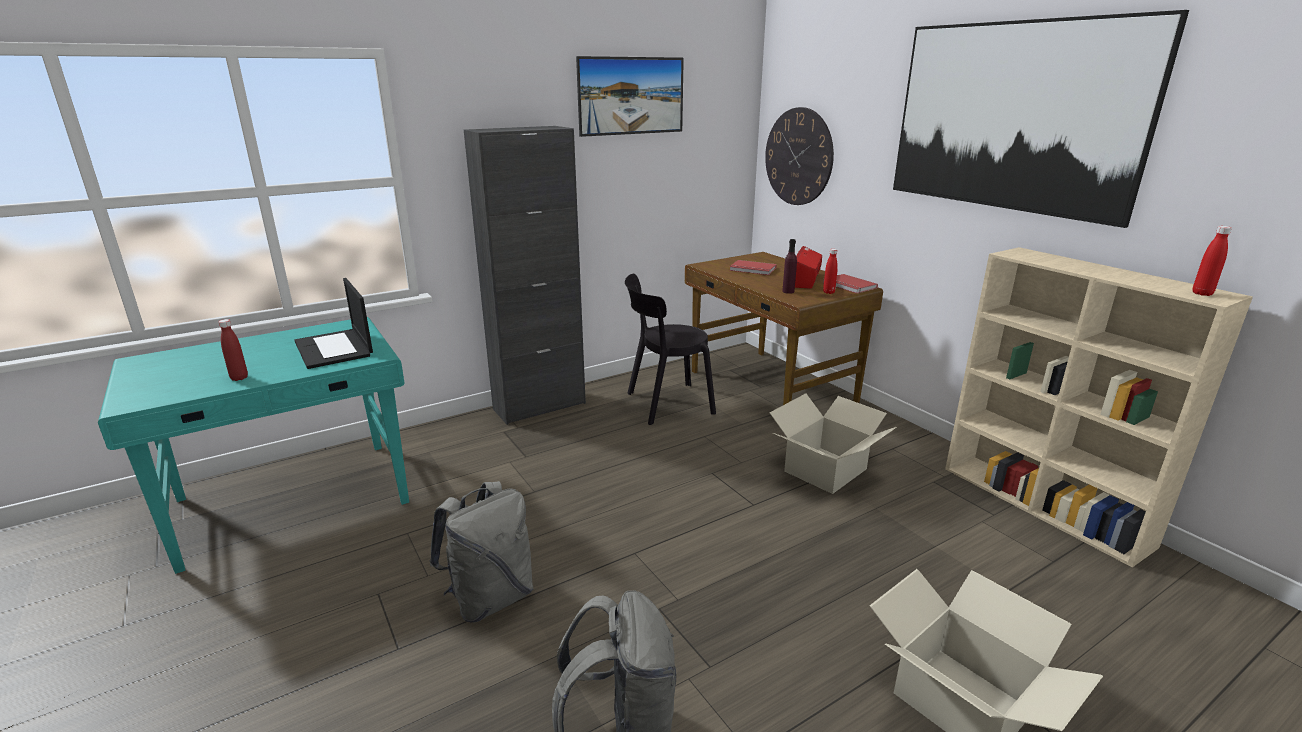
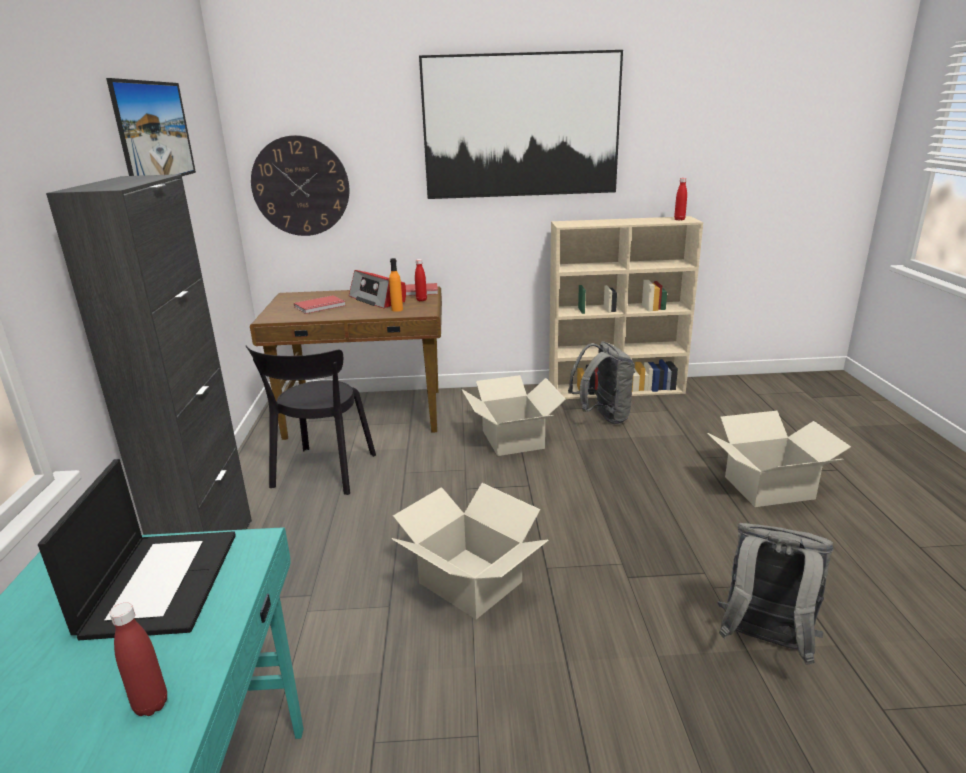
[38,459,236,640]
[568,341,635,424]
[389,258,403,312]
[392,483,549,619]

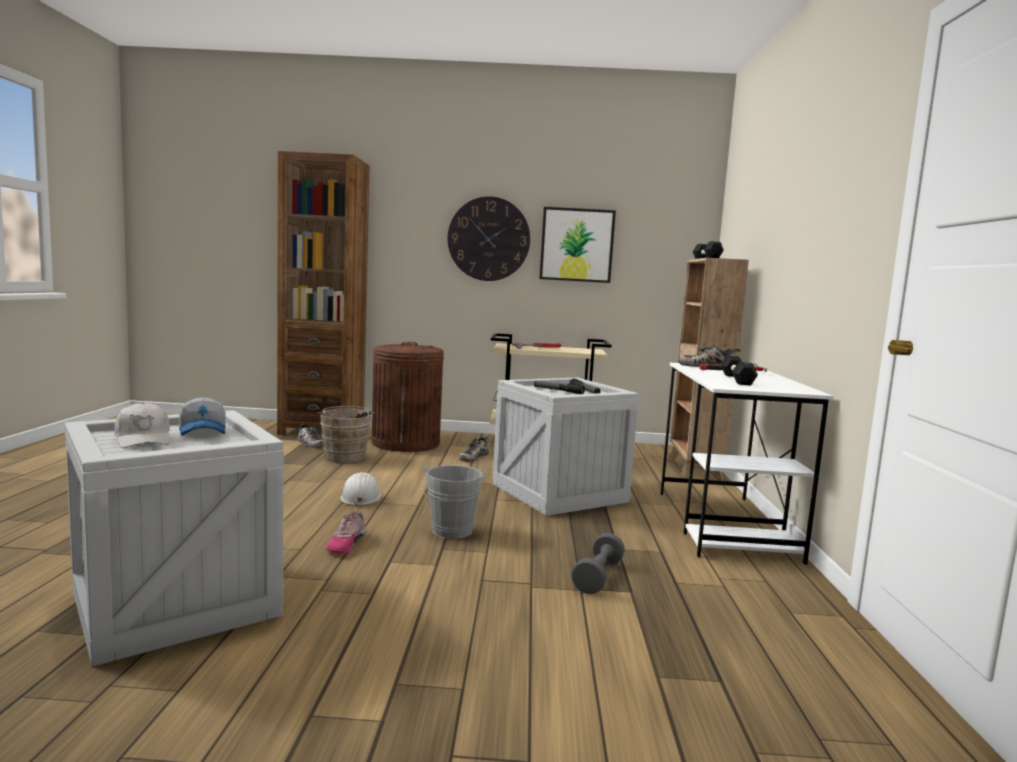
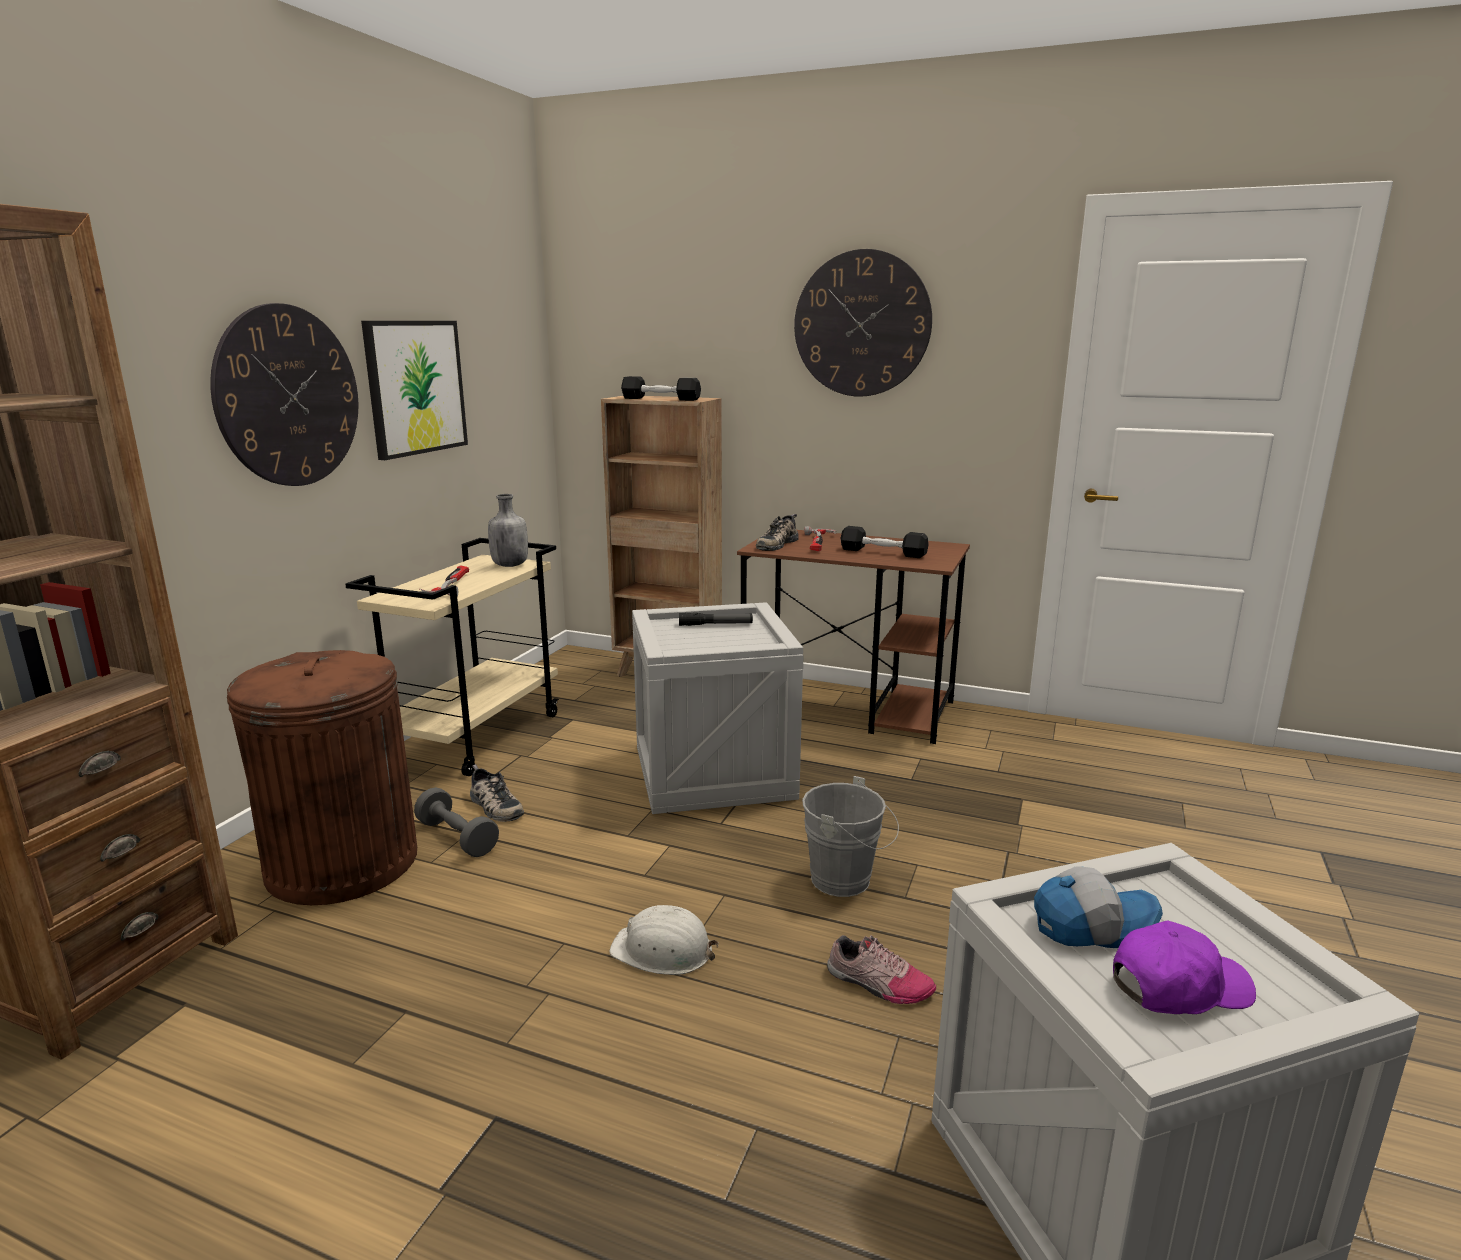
[1113,920,1256,1014]
[298,423,324,448] (first image)
[318,406,375,463] (first image)
[534,380,585,394] (first image)
[414,787,499,857]
[737,530,970,744]
[488,494,528,567]
[794,249,932,397]

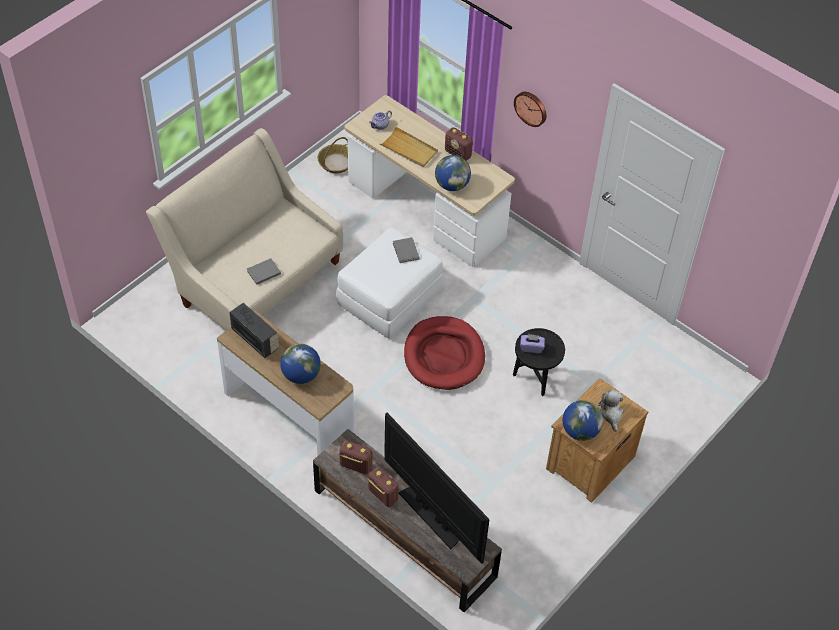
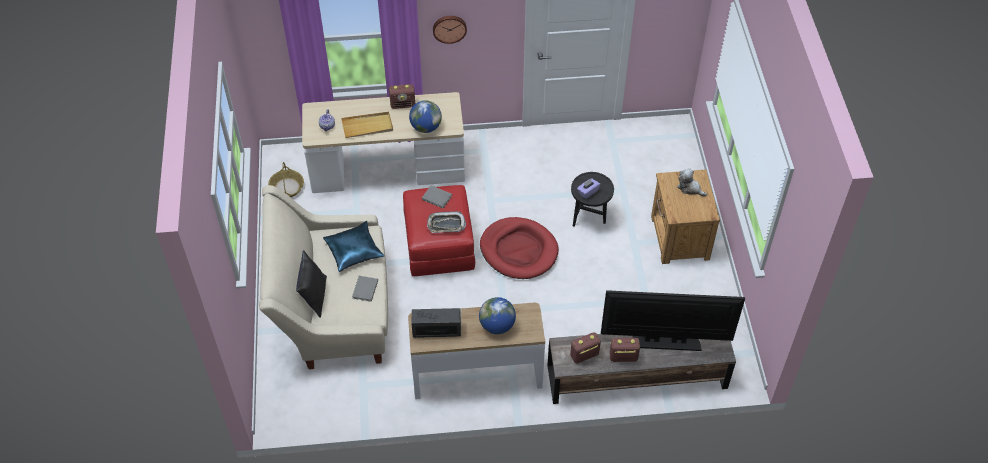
[403,185,475,276]
[563,400,603,441] (first image)
[296,250,327,318]
[323,221,384,272]
[427,211,466,233]

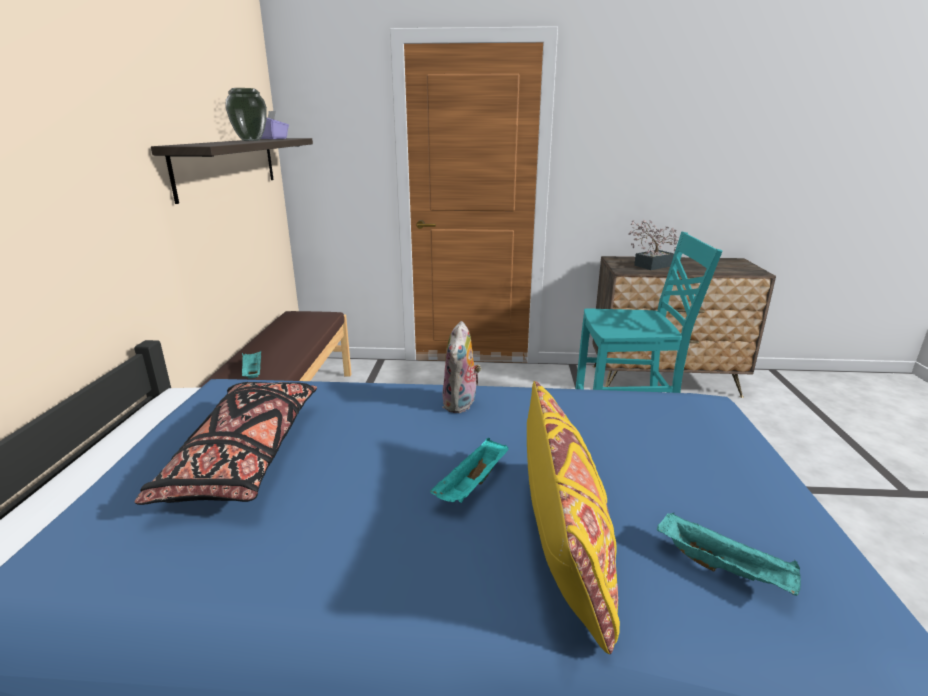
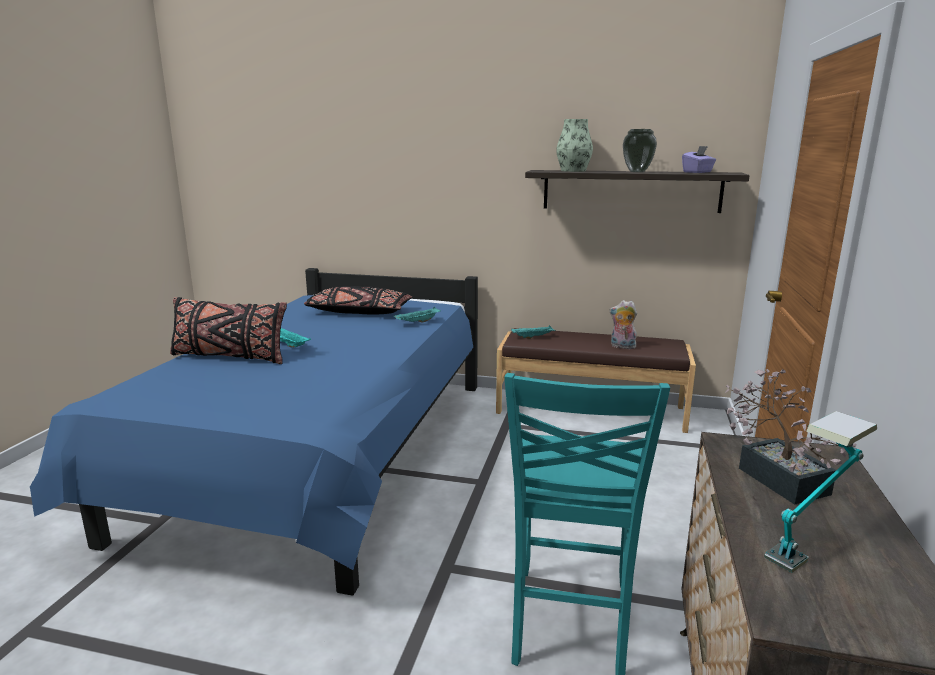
[609,300,637,349]
[170,297,287,364]
[394,307,441,323]
[556,119,593,172]
[764,411,877,573]

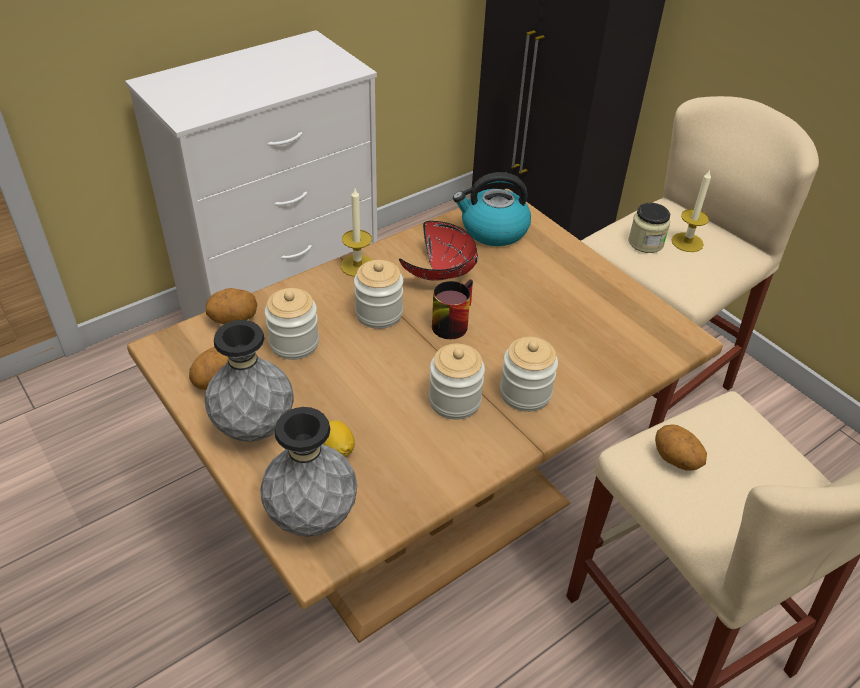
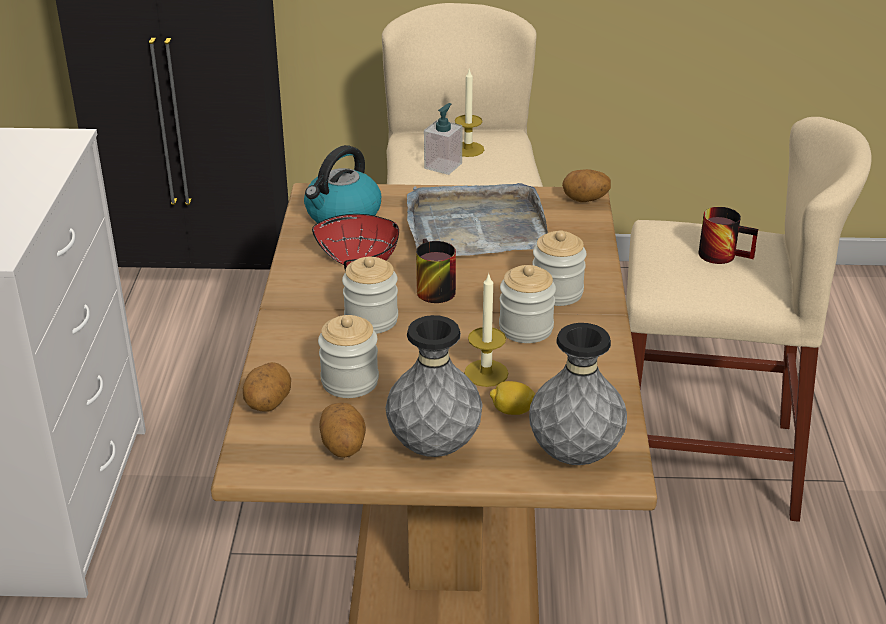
[464,273,508,387]
[424,103,463,175]
[562,169,611,202]
[407,183,548,256]
[698,207,758,264]

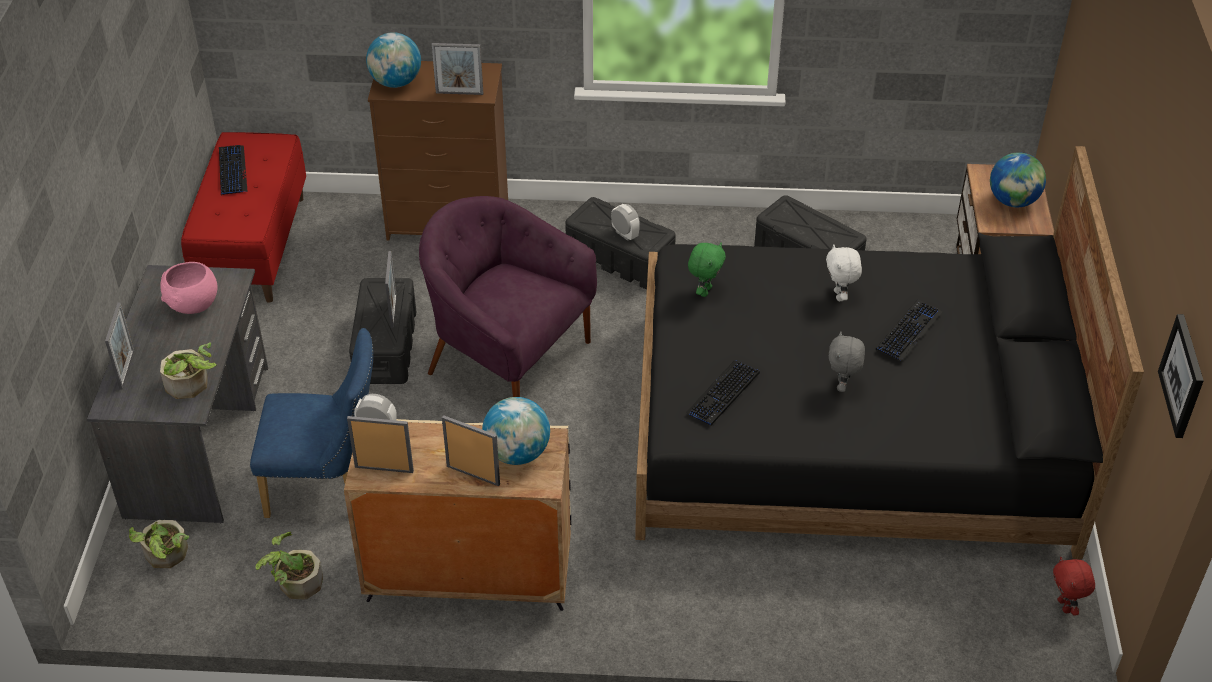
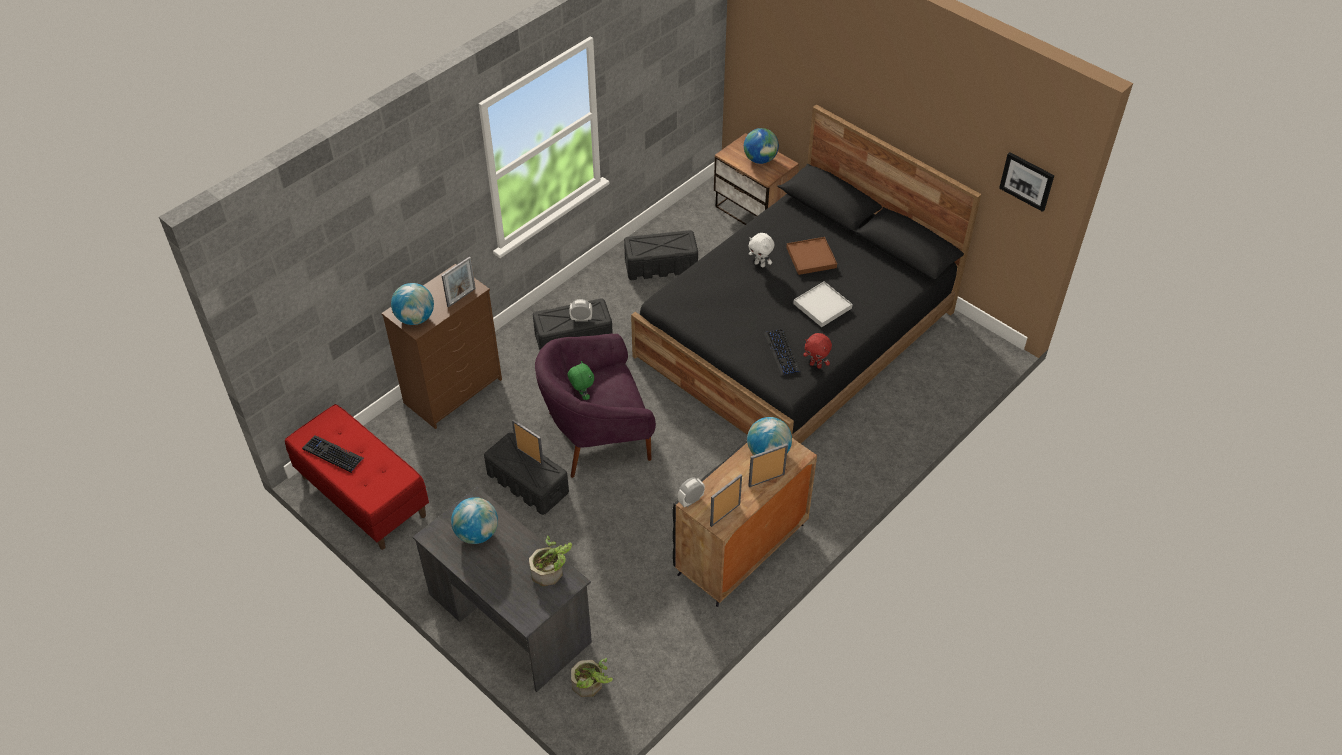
[105,303,134,389] (first image)
[451,497,498,544]
[250,328,373,518] (first image)
[256,532,323,599] (first image)
[672,438,817,607]
[568,361,594,400]
[793,282,852,327]
[786,237,837,275]
[803,333,832,369]

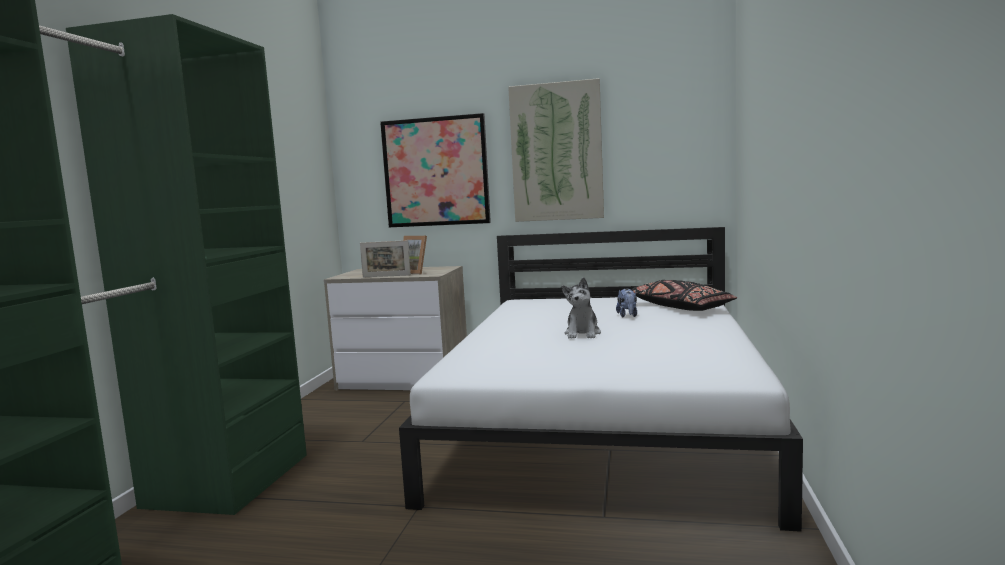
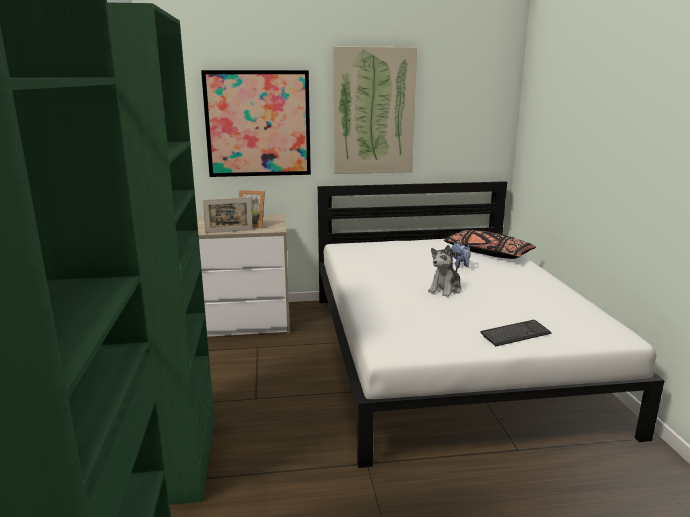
[428,245,462,297]
[480,320,551,346]

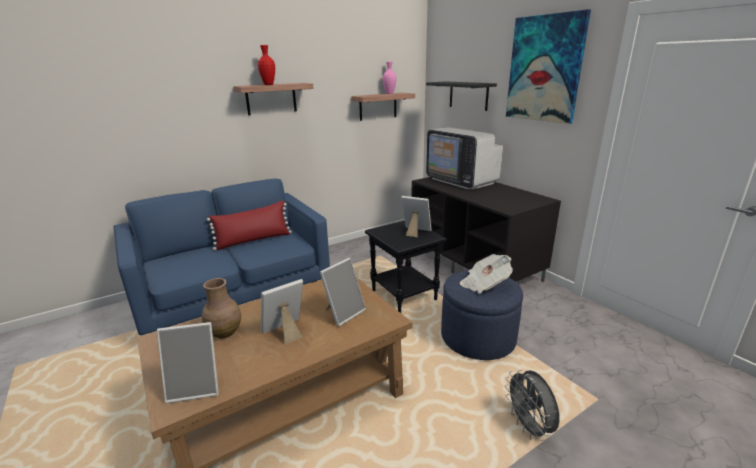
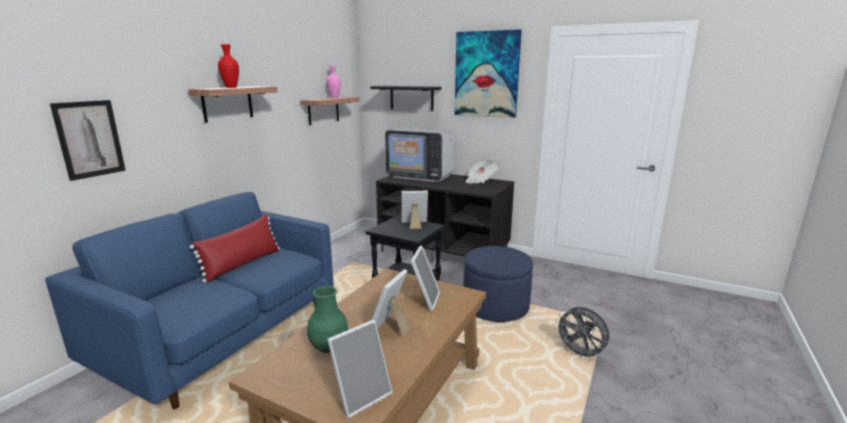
[307,286,348,353]
[465,160,499,183]
[50,100,126,181]

